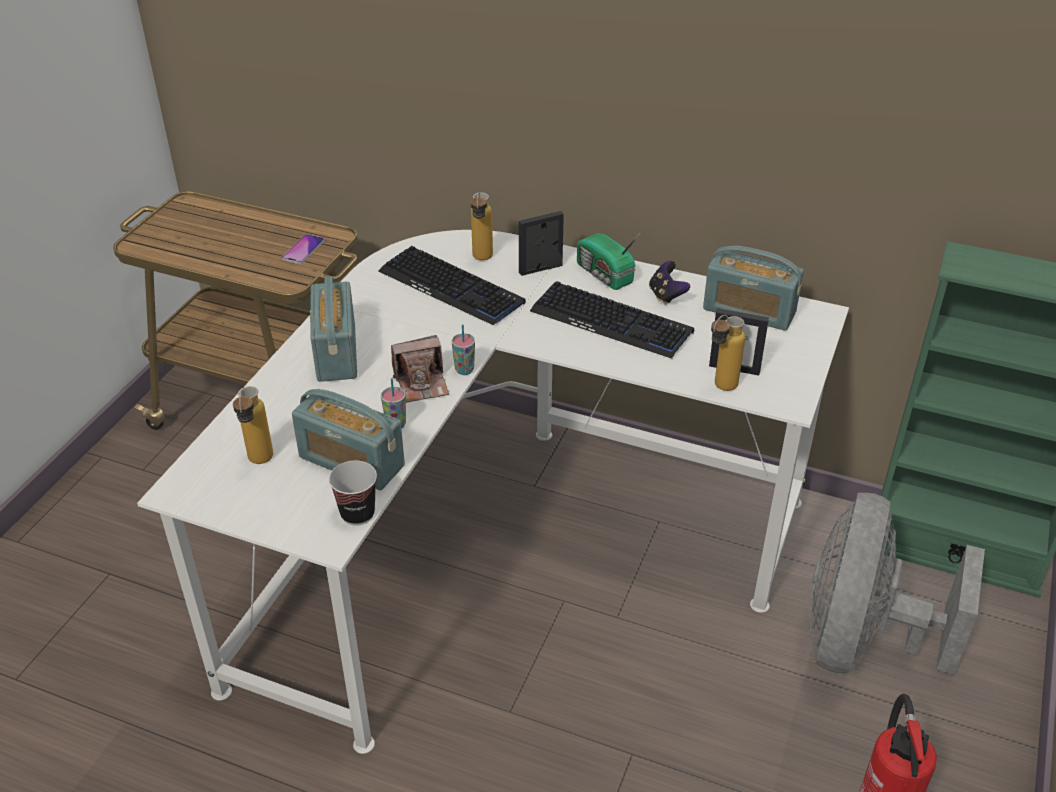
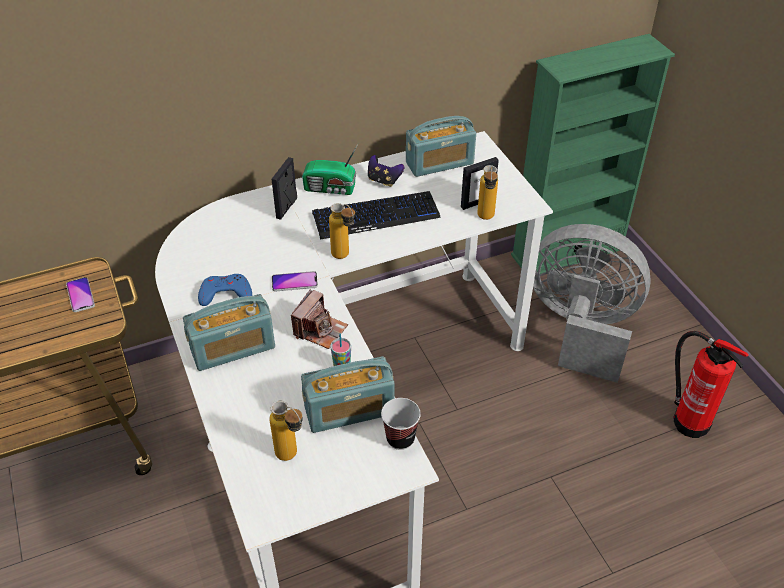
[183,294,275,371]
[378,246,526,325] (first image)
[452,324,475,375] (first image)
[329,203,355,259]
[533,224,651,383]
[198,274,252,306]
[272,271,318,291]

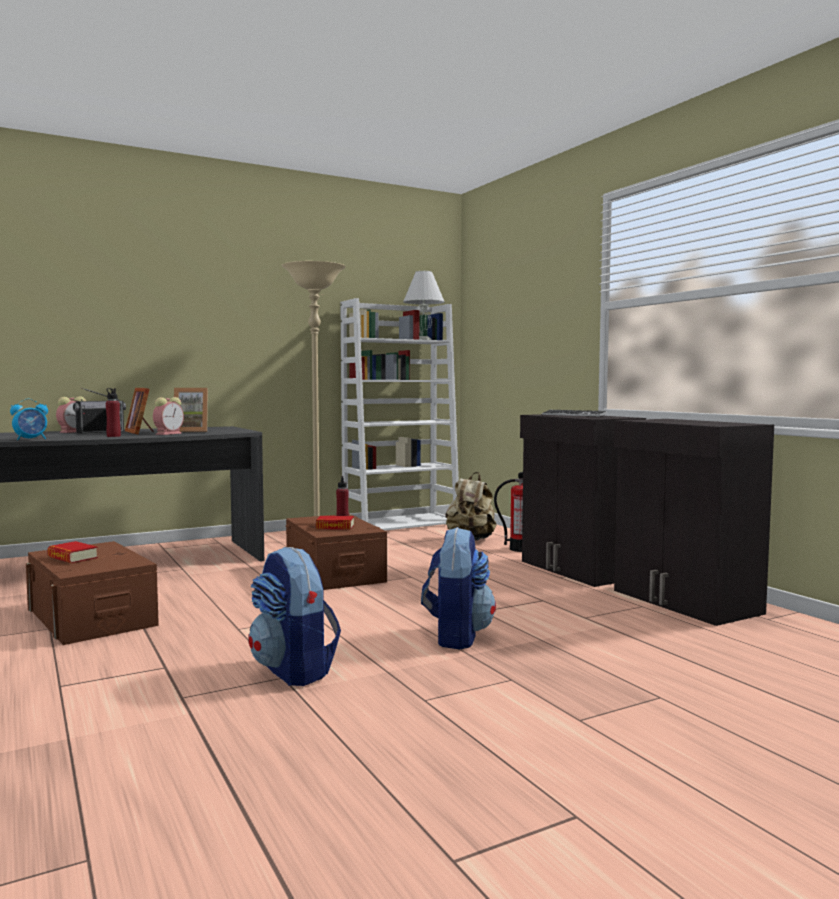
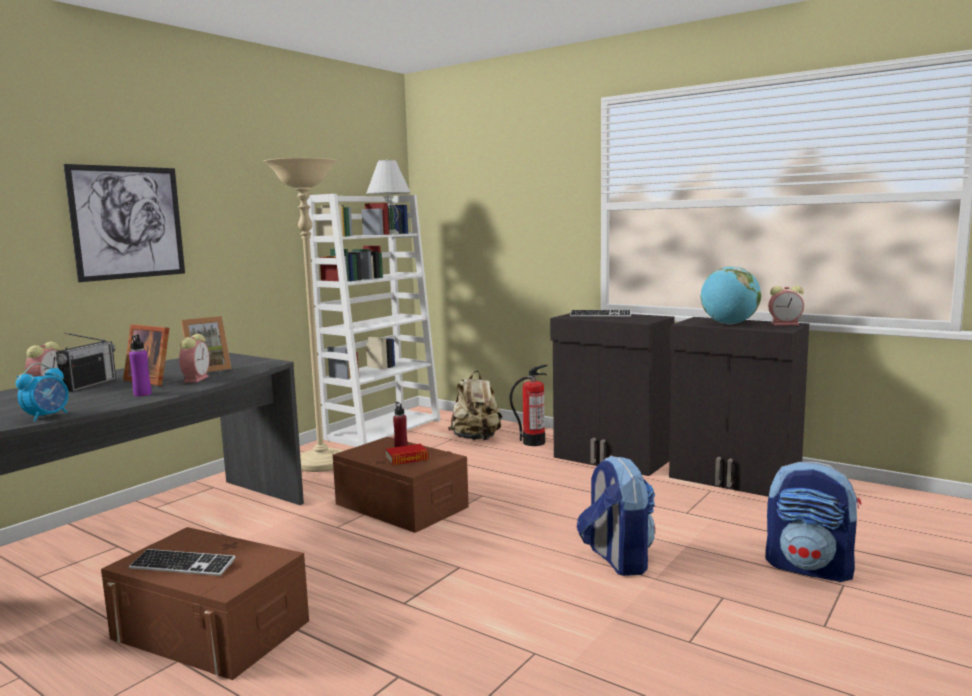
[129,549,236,576]
[129,334,152,397]
[765,462,861,582]
[63,164,185,282]
[701,266,761,325]
[768,286,804,325]

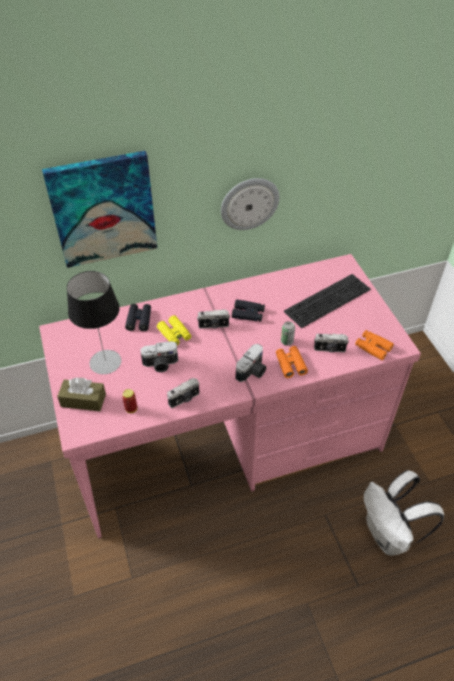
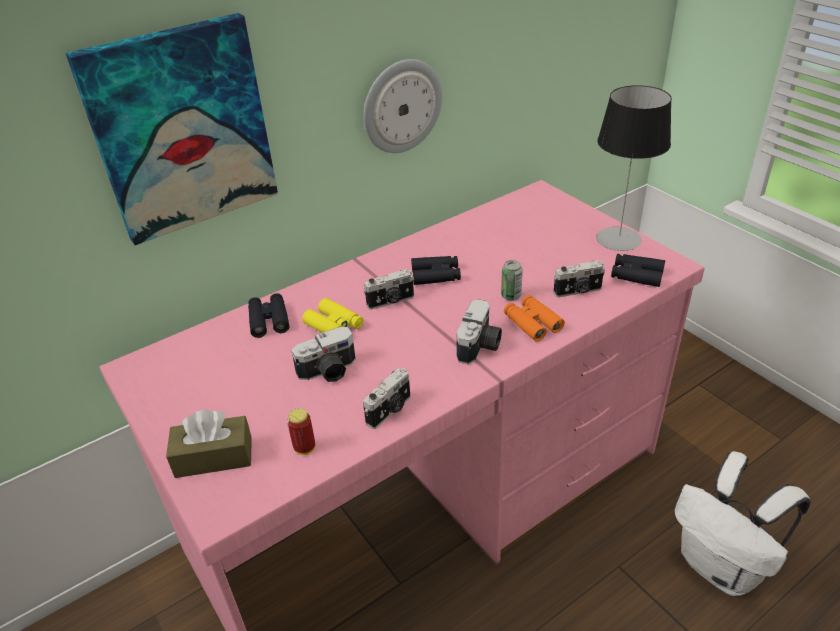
[596,85,672,251]
[284,274,371,328] (first image)
[611,254,665,287]

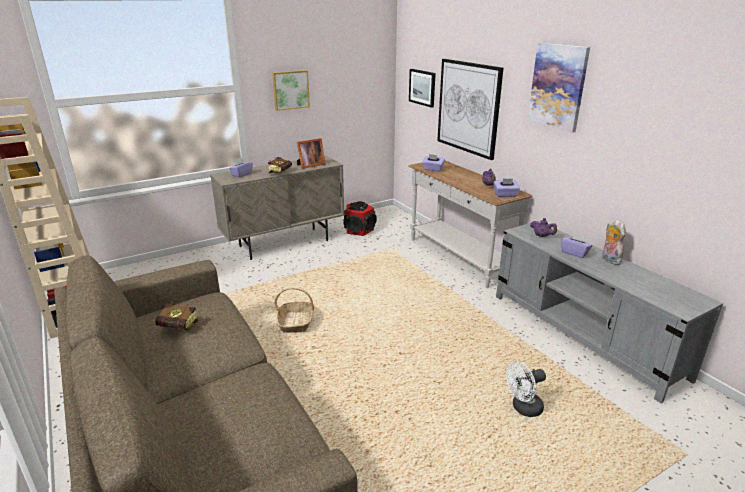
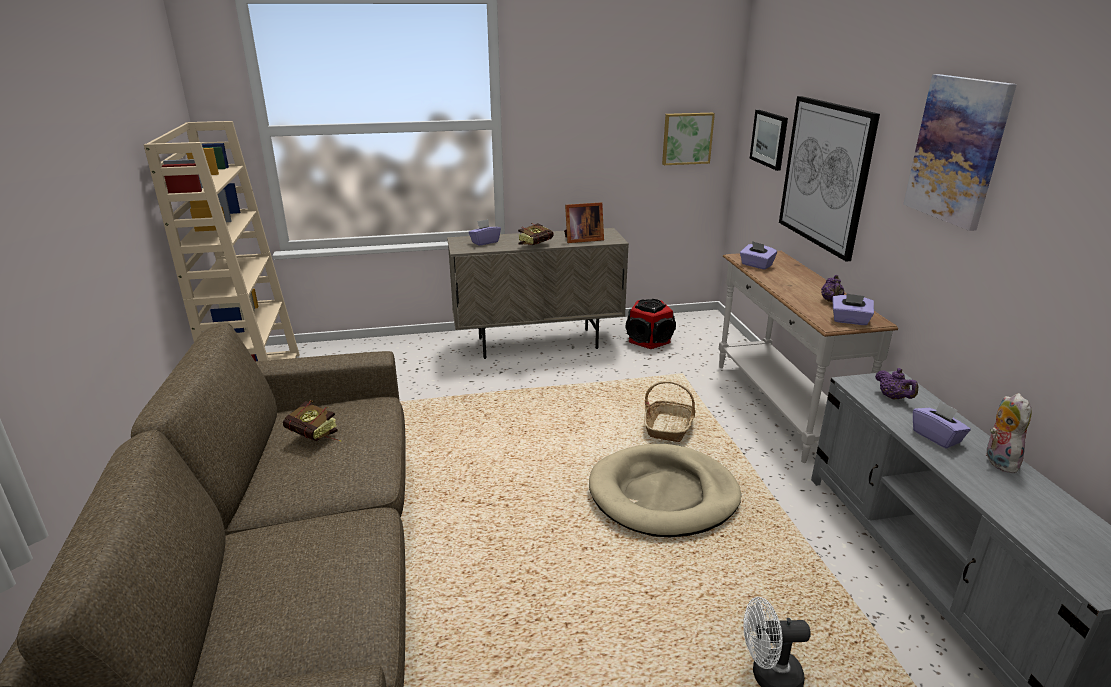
[662,113,715,165]
[644,381,696,442]
[589,444,741,537]

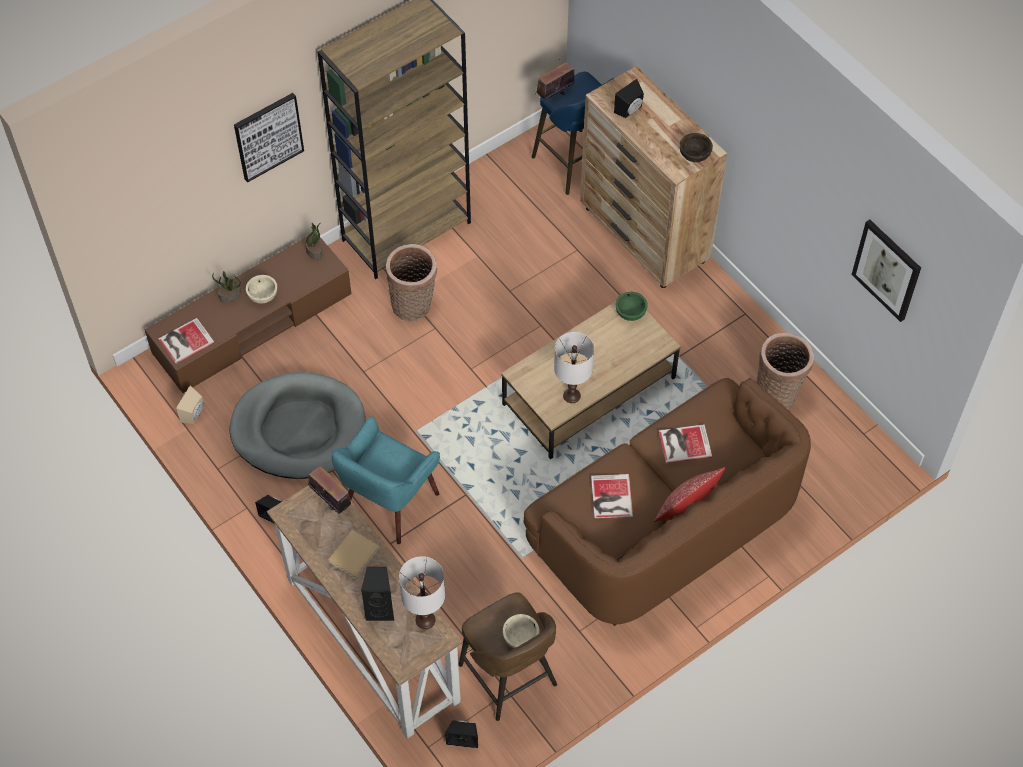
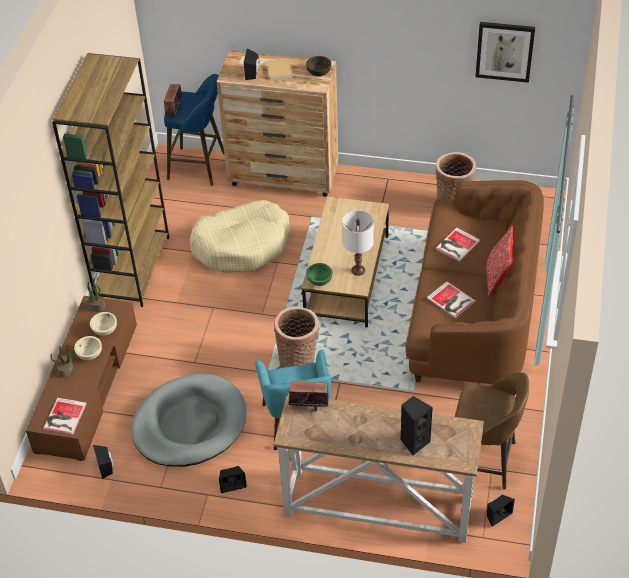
[93,445,113,479]
[234,93,304,182] (first image)
[266,58,293,81]
[274,307,319,368]
[399,556,445,629] (first image)
[90,312,117,336]
[306,263,333,286]
[189,200,290,273]

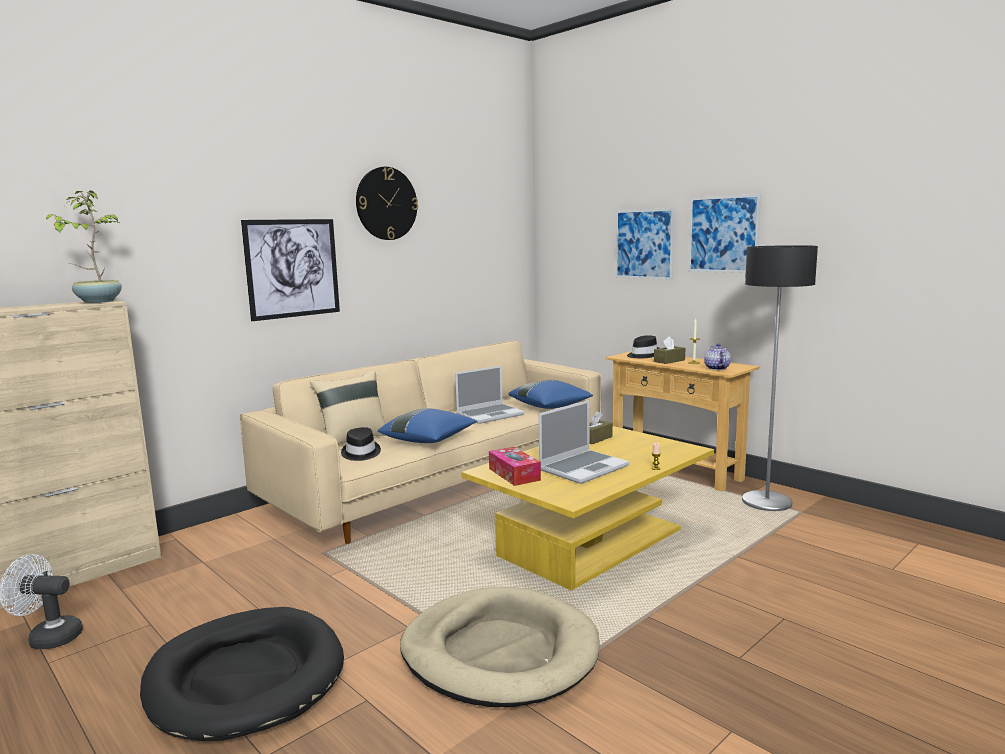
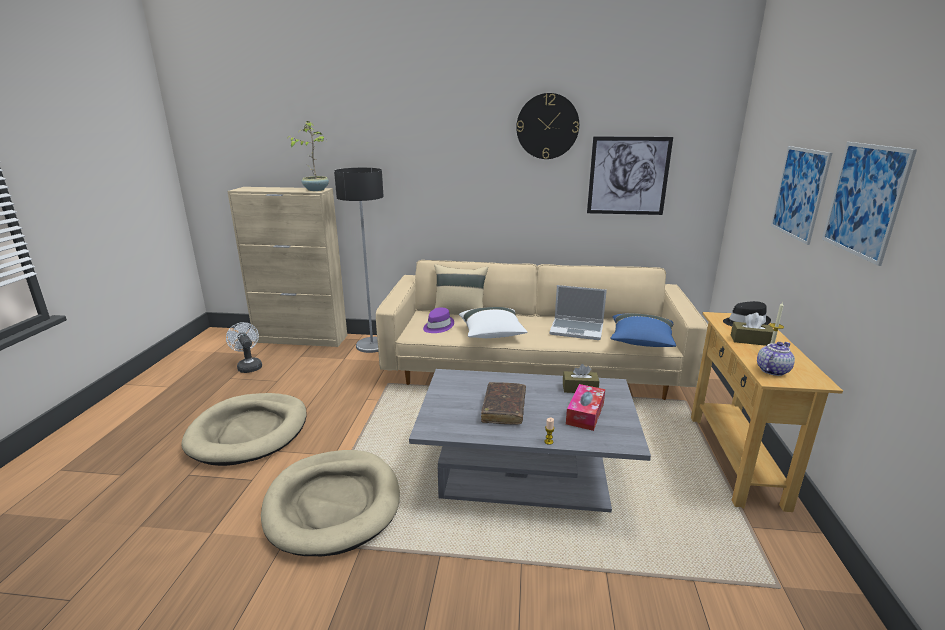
[181,393,306,466]
[587,136,673,215]
[423,308,454,333]
[459,307,528,338]
[409,369,651,512]
[566,384,605,431]
[481,382,526,425]
[334,168,384,353]

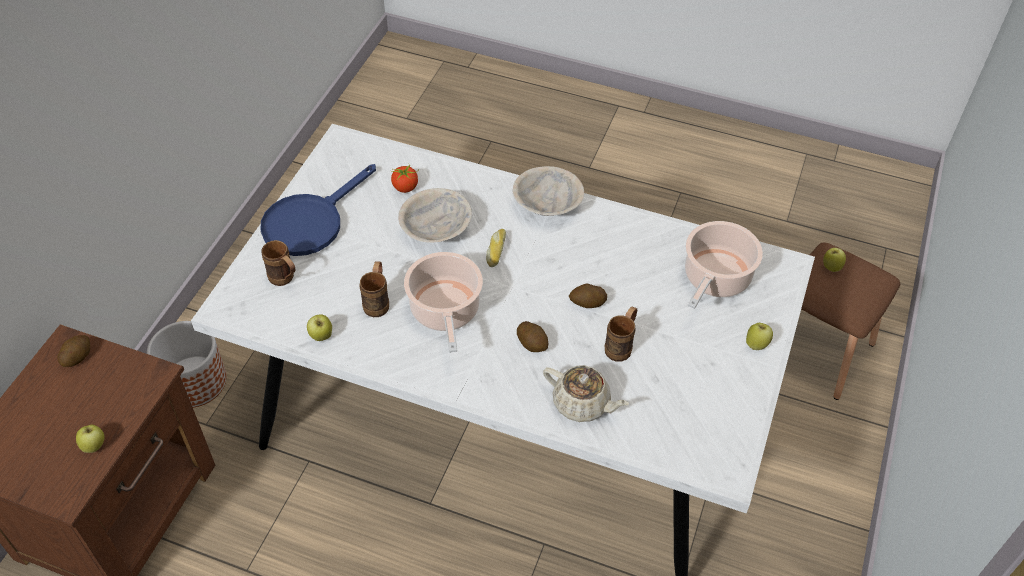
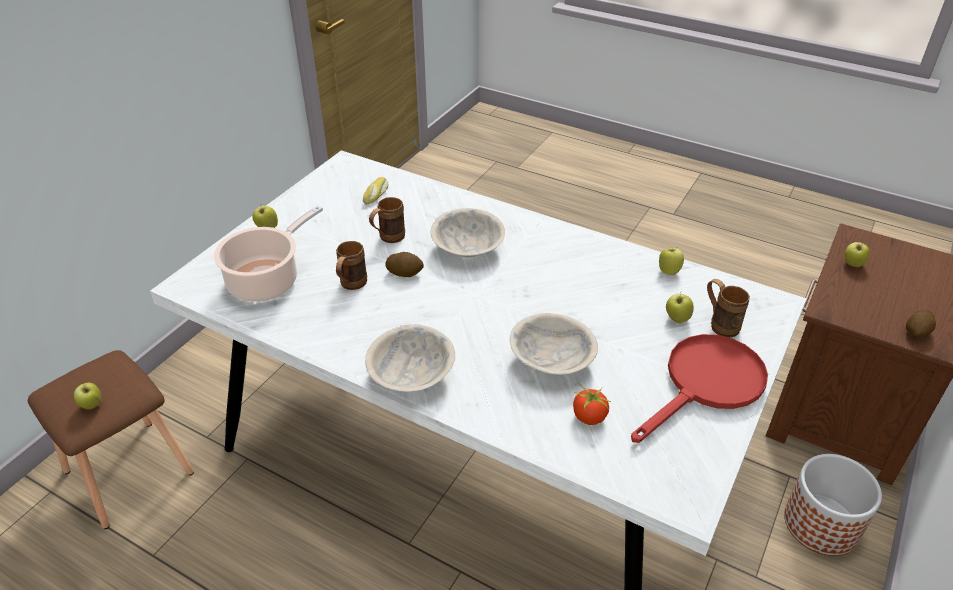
[631,334,768,443]
[336,241,367,290]
[404,252,483,353] (first image)
[363,177,388,205]
[430,208,505,257]
[543,365,629,422] (first image)
[666,293,694,323]

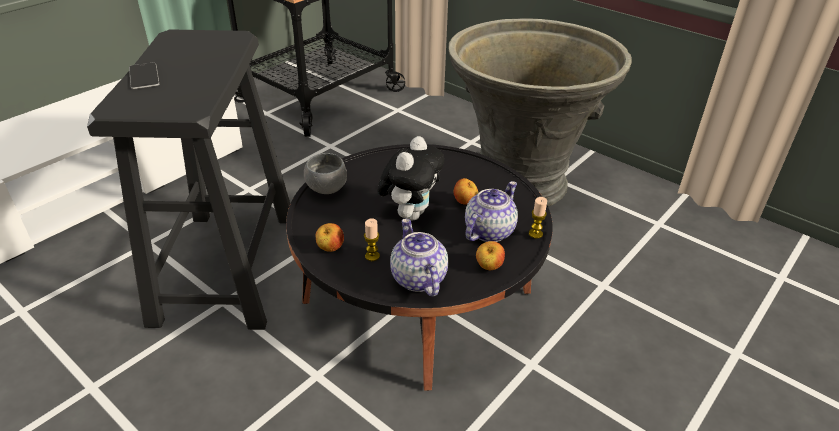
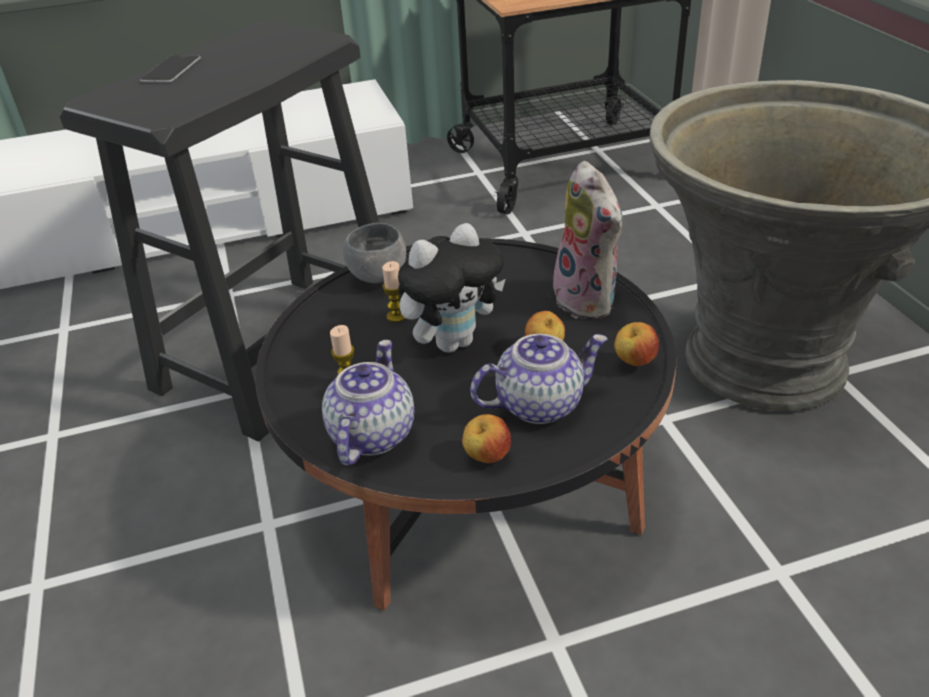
[614,322,659,366]
[382,261,406,322]
[553,161,623,320]

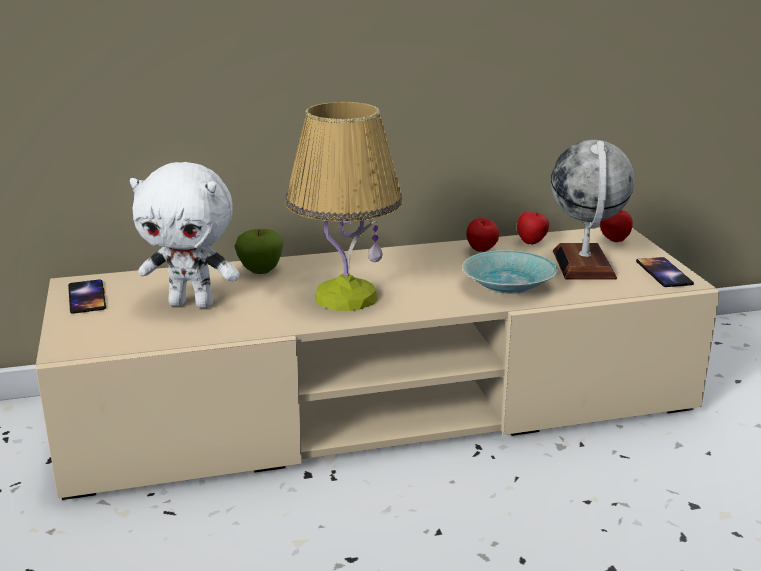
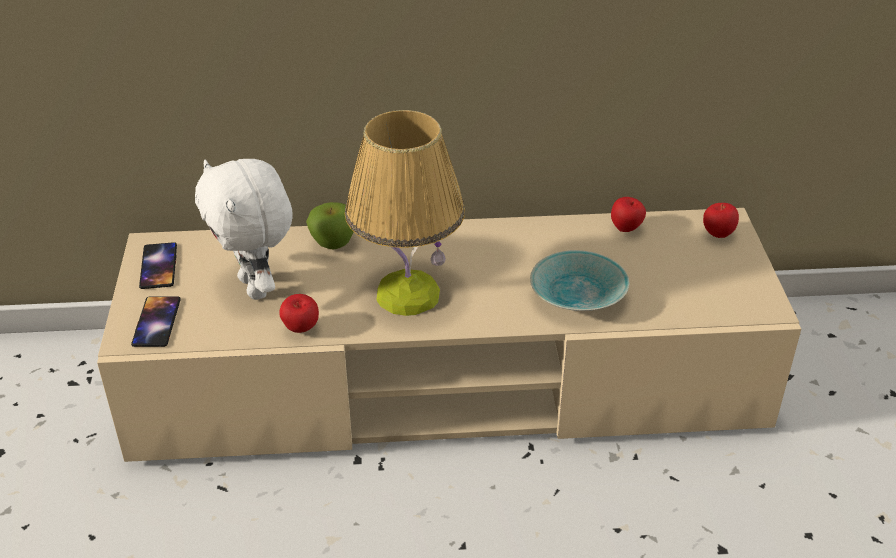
[195,159,293,300]
[279,294,319,333]
[551,140,634,280] (first image)
[131,296,181,347]

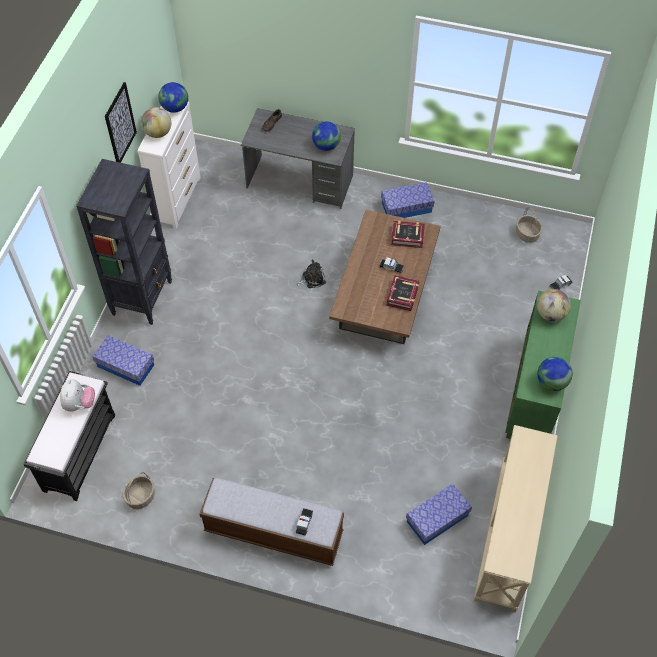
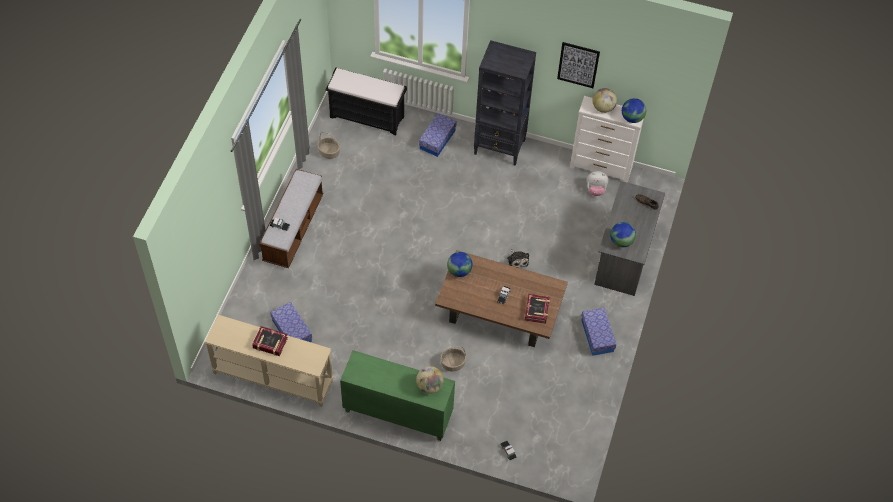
[586,171,608,196]
[252,326,288,356]
[441,346,467,372]
[447,252,472,277]

